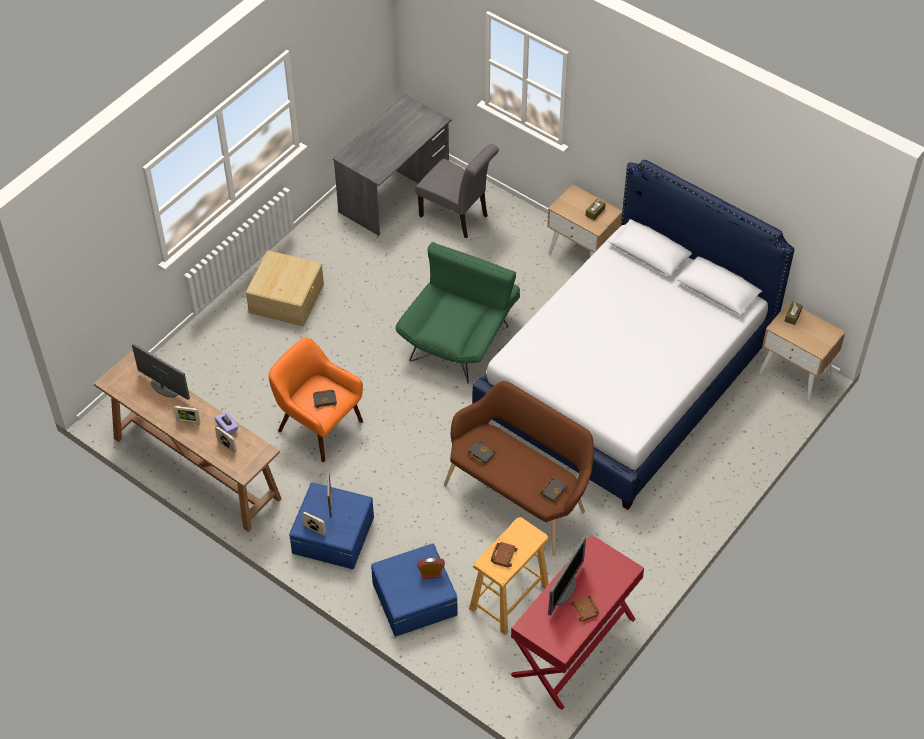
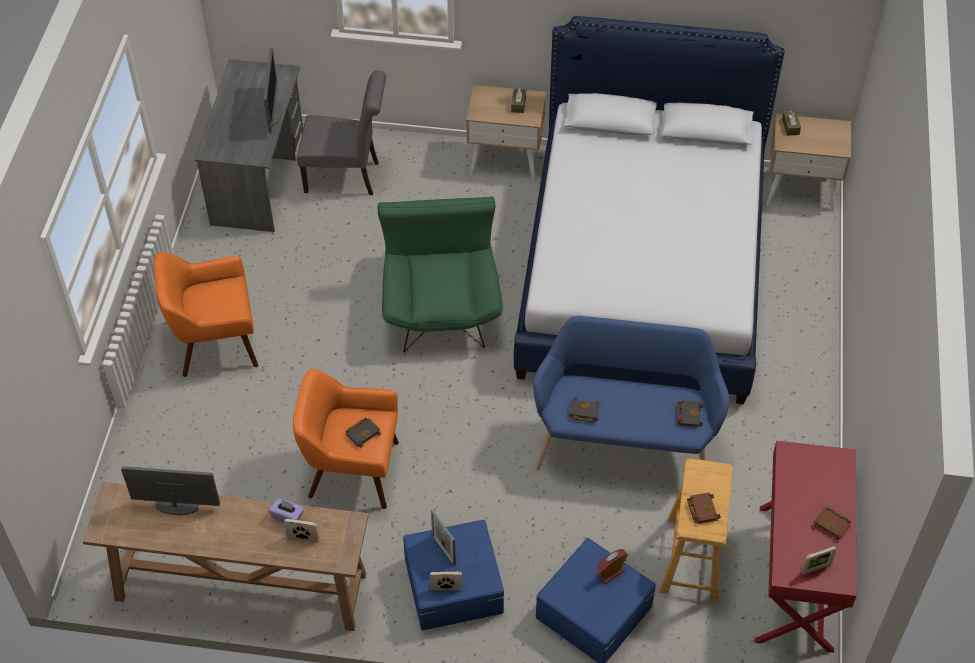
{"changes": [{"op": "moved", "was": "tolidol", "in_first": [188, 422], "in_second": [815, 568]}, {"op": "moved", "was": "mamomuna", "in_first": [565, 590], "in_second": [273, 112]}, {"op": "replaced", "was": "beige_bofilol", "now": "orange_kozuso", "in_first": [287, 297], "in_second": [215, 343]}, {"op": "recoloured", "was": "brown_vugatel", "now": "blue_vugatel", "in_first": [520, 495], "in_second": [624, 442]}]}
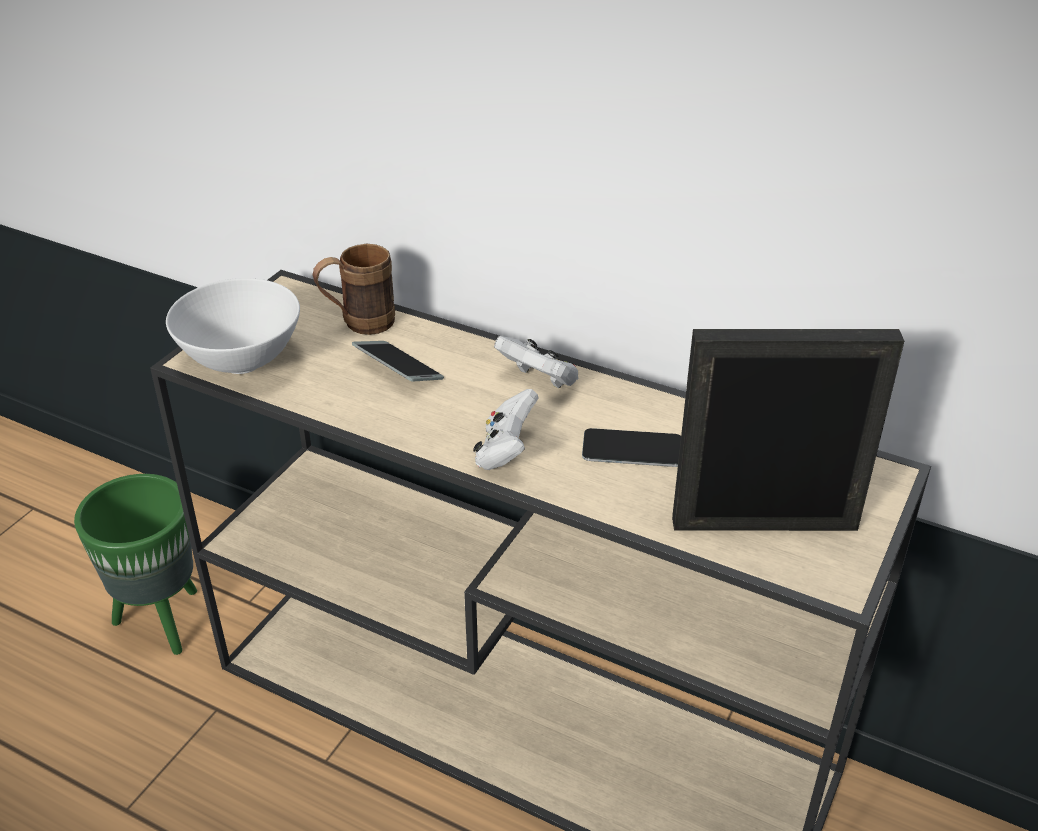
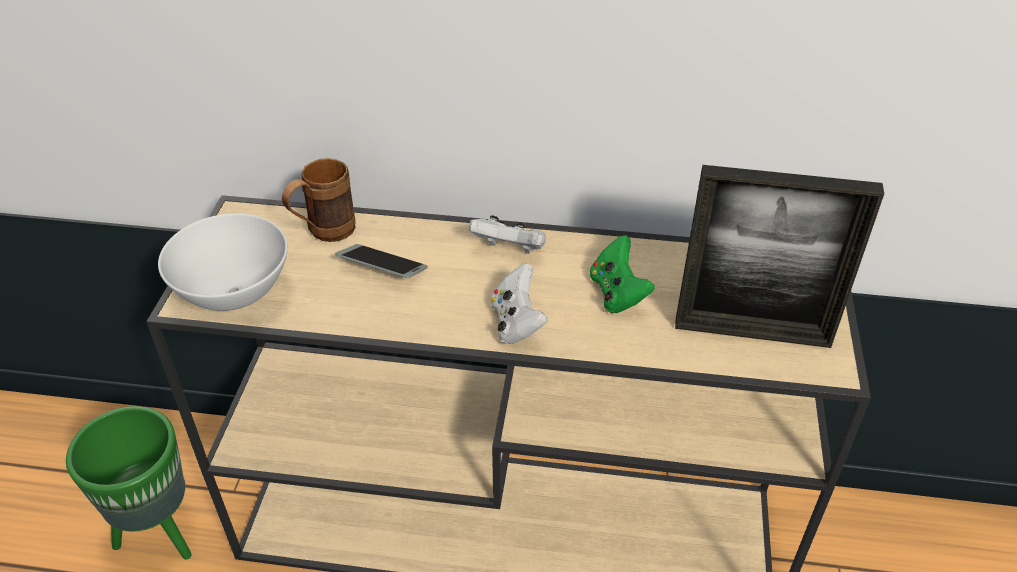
{"changes": [{"op": "replaced", "was": "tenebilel", "now": "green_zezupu", "in_first": [632, 449], "in_second": [617, 293]}, {"op": "turned", "was": "tolidol", "in_first": [764, 524], "in_second": [752, 332], "clockwise": -150}]}
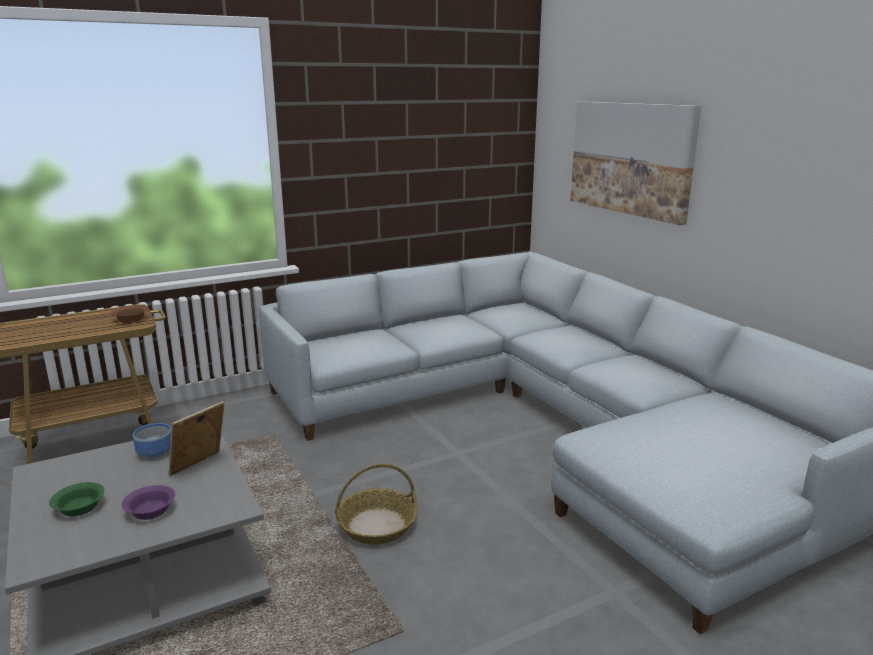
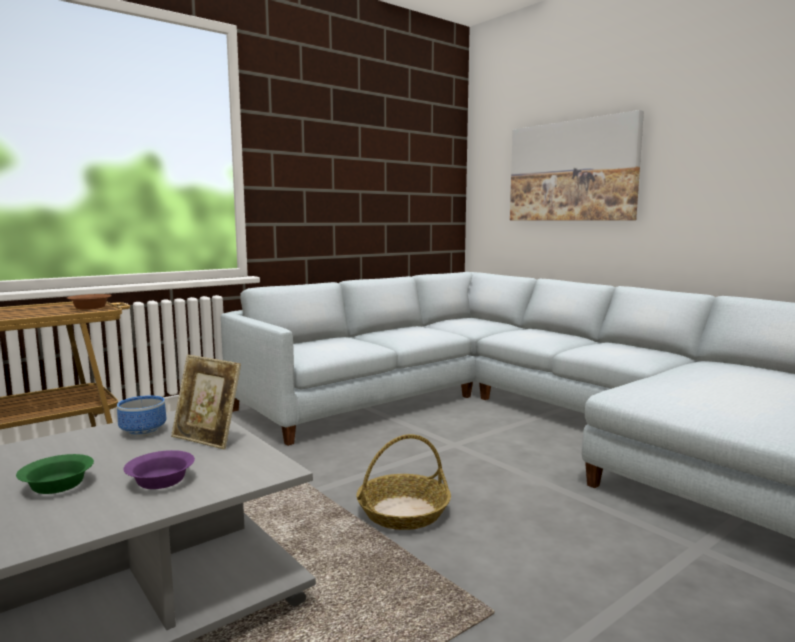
{"changes": [{"op": "turned", "was": "tolidol", "in_first": [200, 467], "in_second": [207, 439], "clockwise": -90}]}
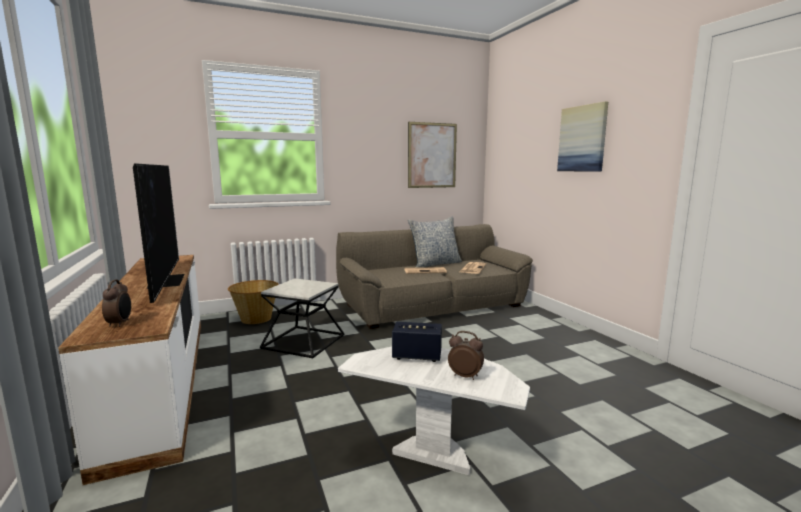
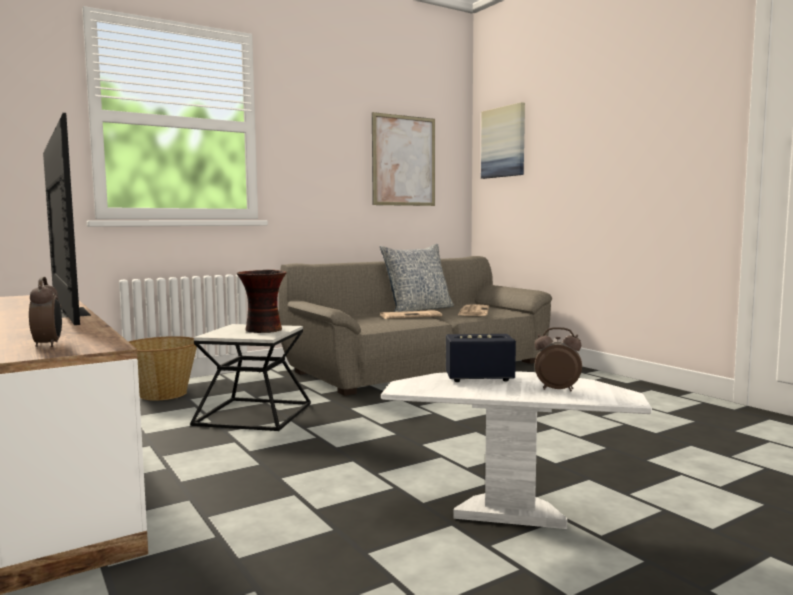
{"changes": [{"op": "added", "now": "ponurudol", "in_second": [263, 330]}, {"op": "moved", "was": "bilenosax", "in_first": [582, 139], "in_second": [503, 142]}]}
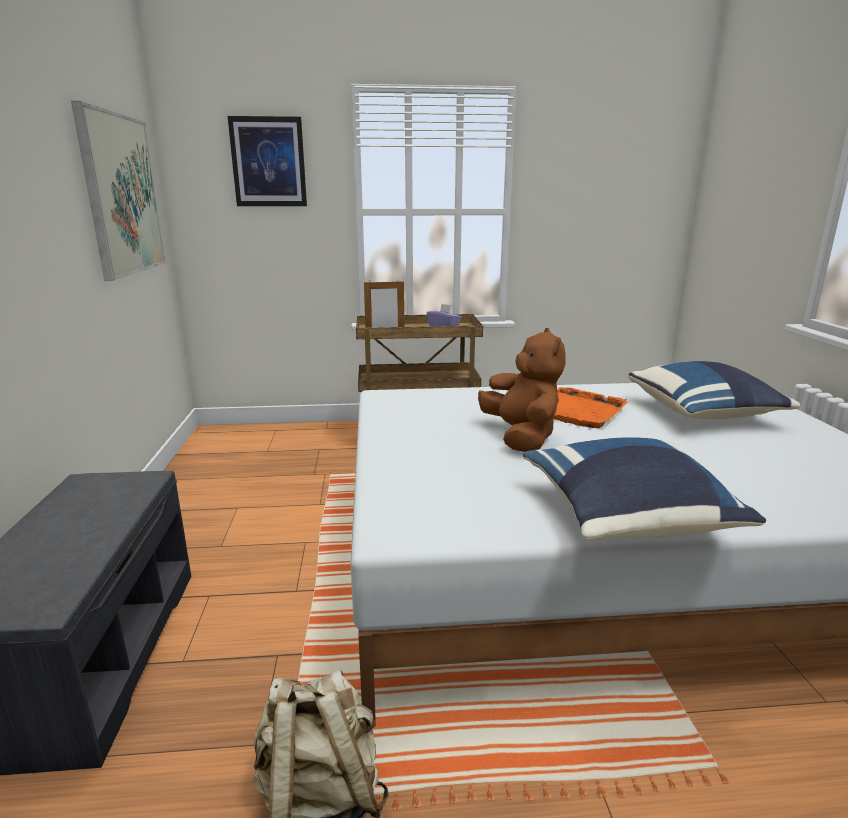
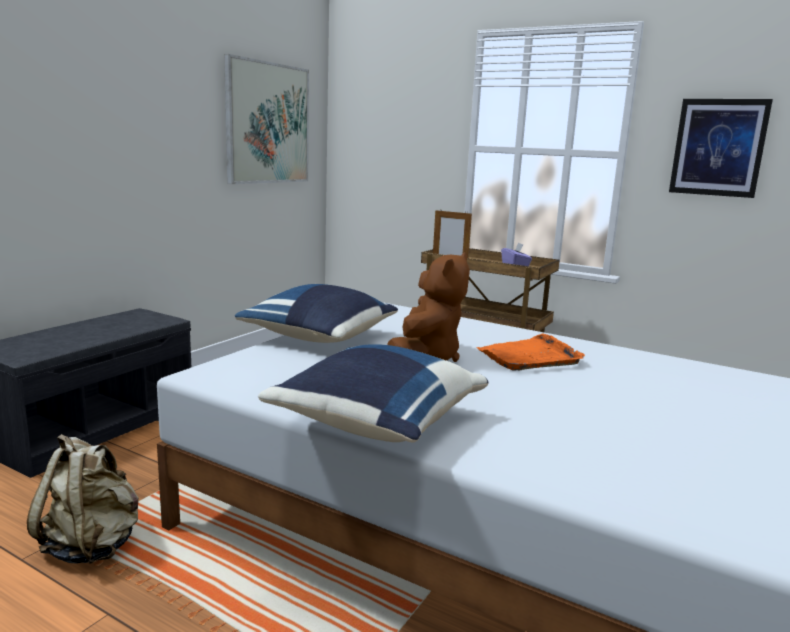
{"changes": [{"op": "moved", "was": "bilenosax", "in_first": [268, 162], "in_second": [718, 147]}, {"op": "moved", "was": "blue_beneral", "in_first": [704, 414], "in_second": [320, 338]}]}
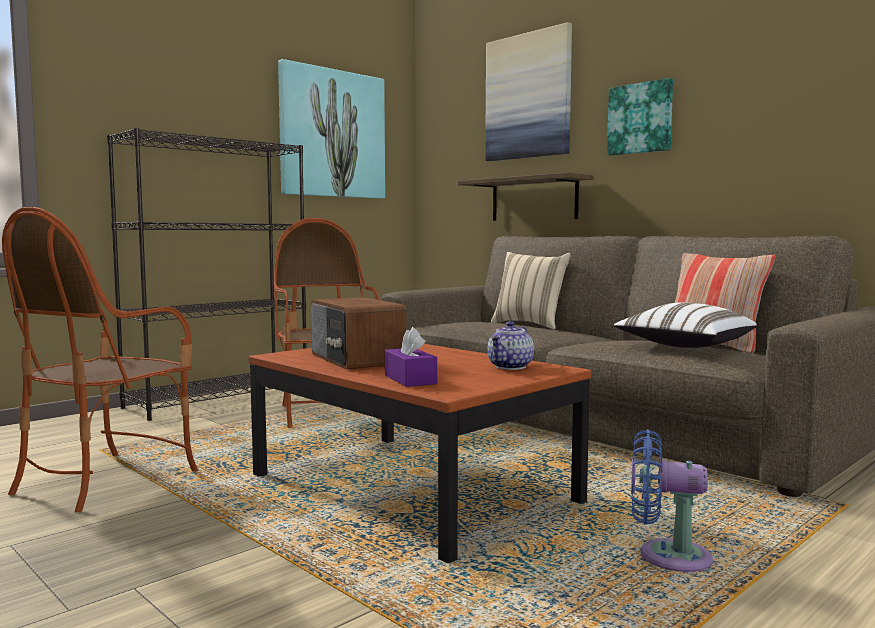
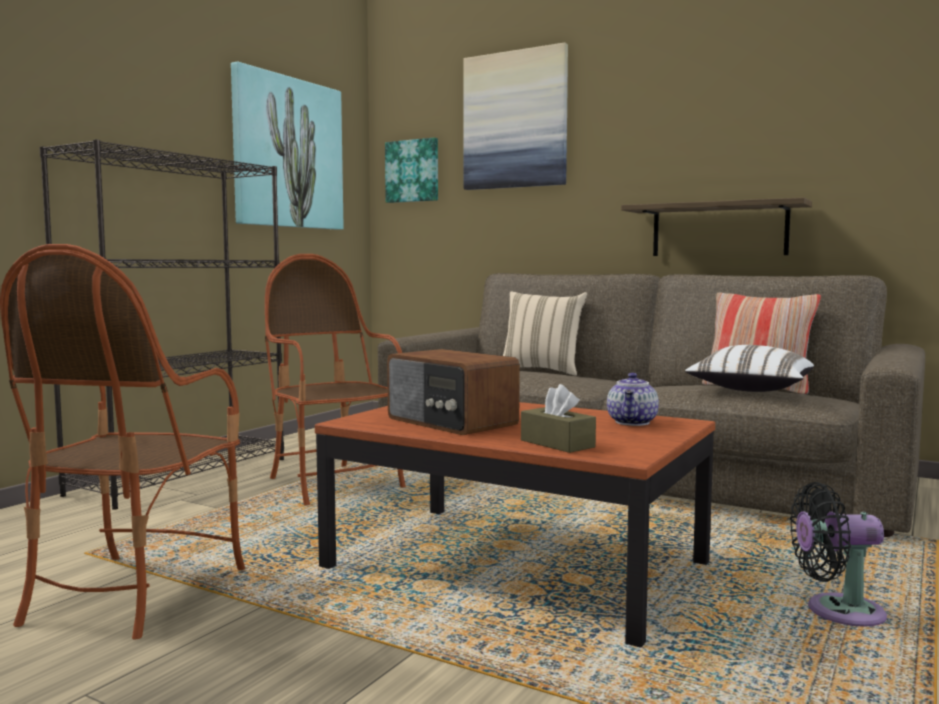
{"changes": [{"op": "moved", "was": "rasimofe", "in_first": [534, 199], "in_second": [719, 230]}, {"op": "moved", "was": "bilenosax", "in_first": [640, 118], "in_second": [413, 171]}, {"op": "recoloured", "was": "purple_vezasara", "now": "brown_vezasara", "in_first": [410, 379], "in_second": [557, 443]}, {"op": "recoloured", "was": "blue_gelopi", "now": "black_gelopi", "in_first": [666, 557], "in_second": [837, 612]}]}
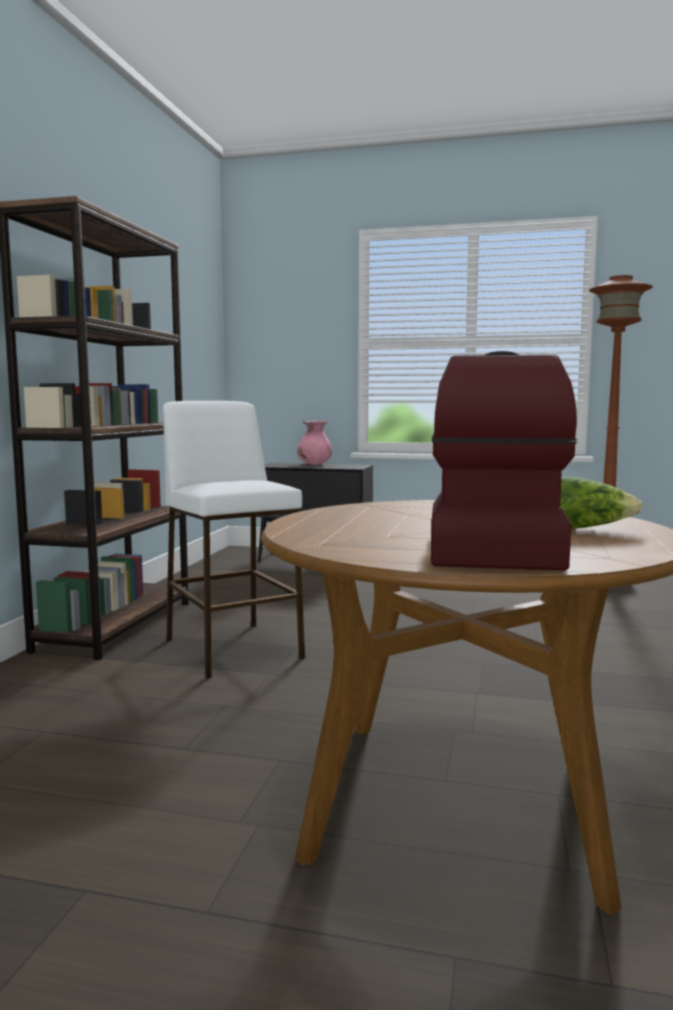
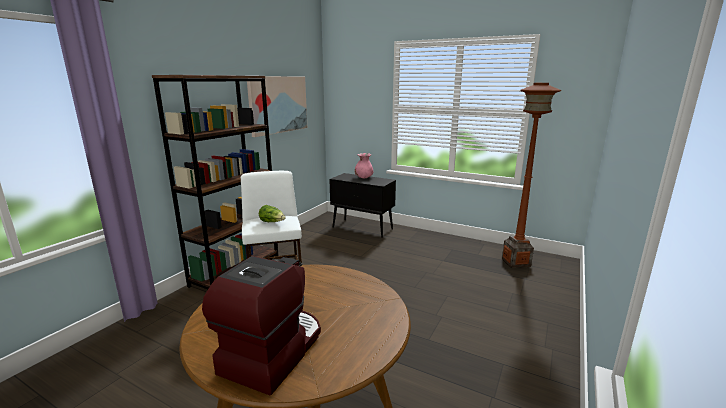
{"changes": [{"op": "added", "now": "bilenosax", "in_second": [278, 104]}, {"op": "moved", "was": "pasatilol", "in_first": [584, 529], "in_second": [272, 222]}]}
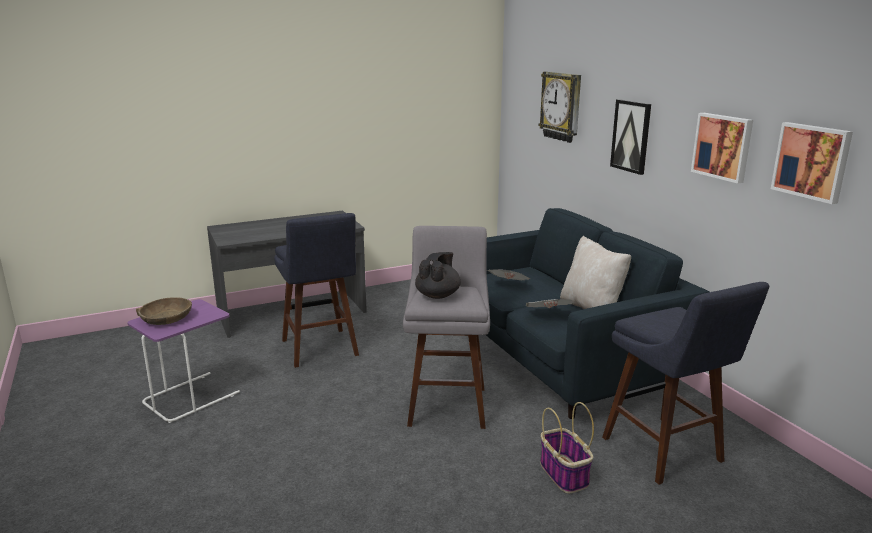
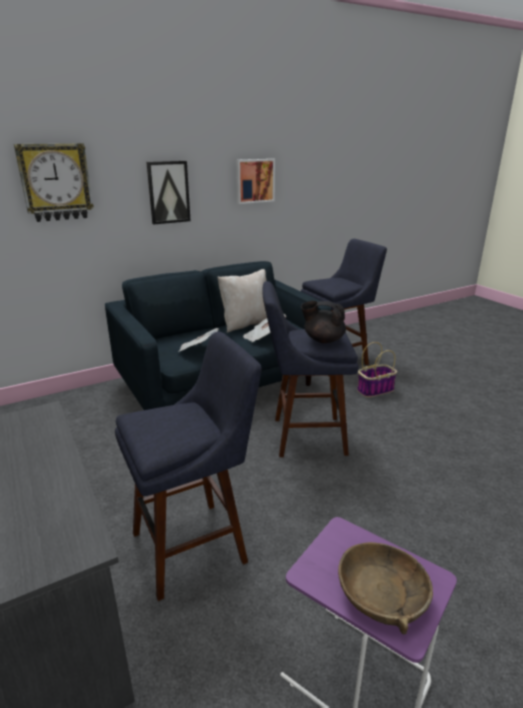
{"changes": [{"op": "removed", "was": "bilenosax", "in_first": [812, 161]}, {"op": "recoloured", "was": "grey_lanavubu", "now": "blue_lanavubu", "in_first": [447, 402], "in_second": [303, 436]}]}
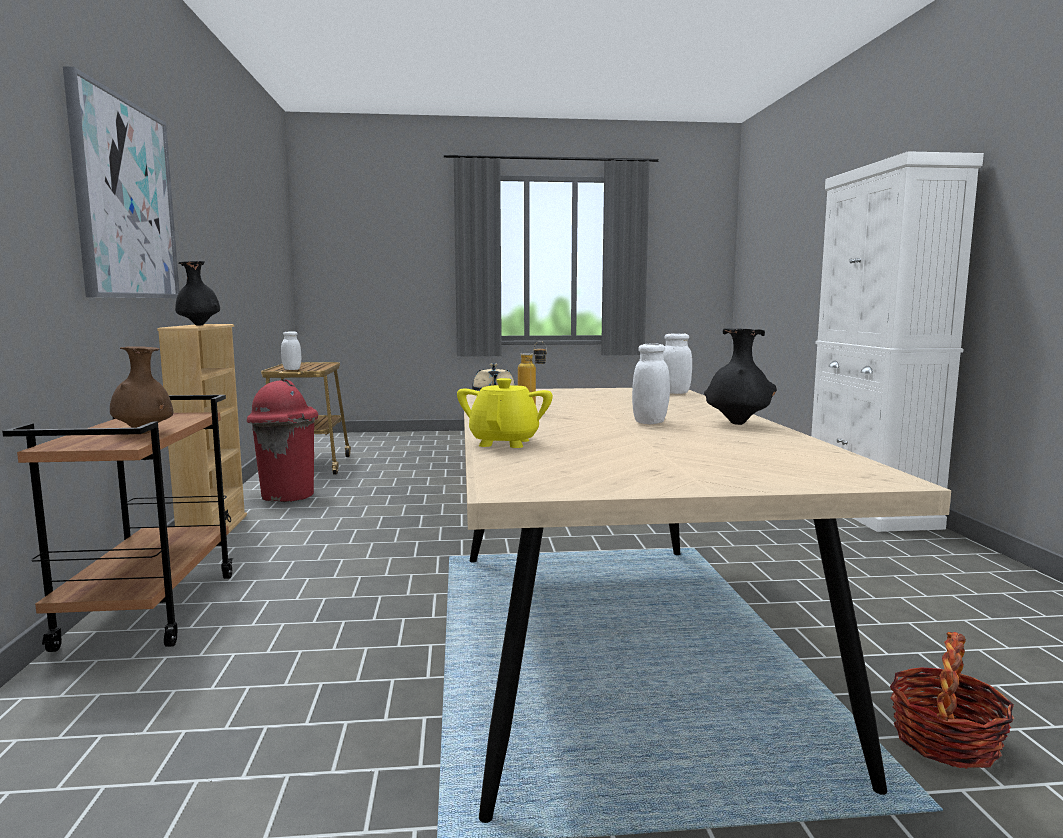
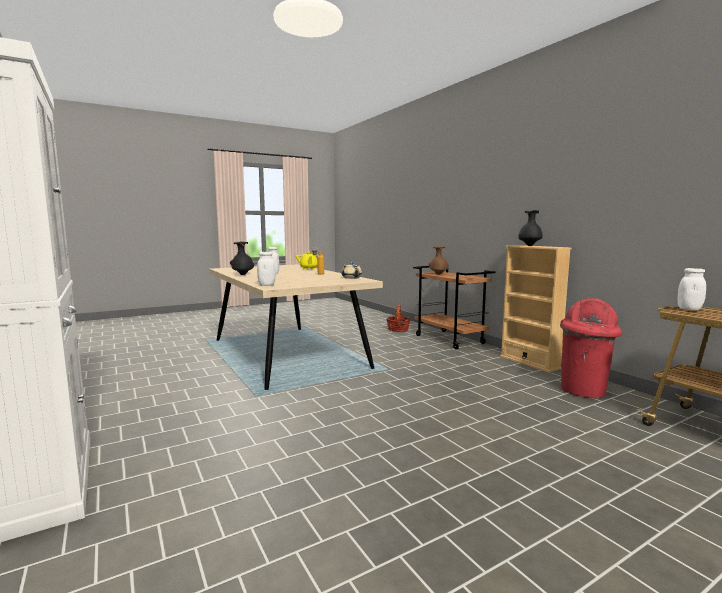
{"changes": [{"op": "removed", "was": "bilenosax", "in_first": [125, 200]}, {"op": "moved", "was": "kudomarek", "in_first": [945, 741], "in_second": [398, 329]}]}
